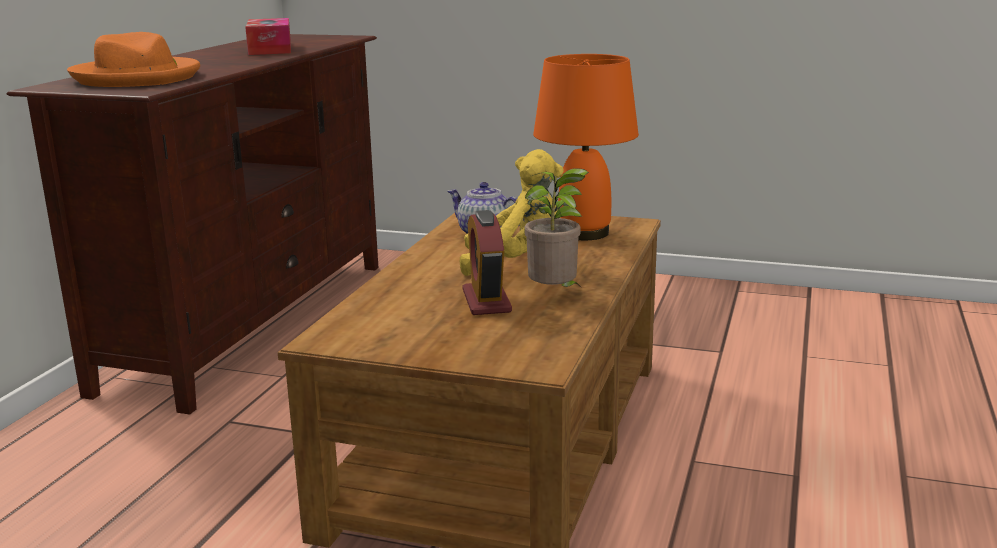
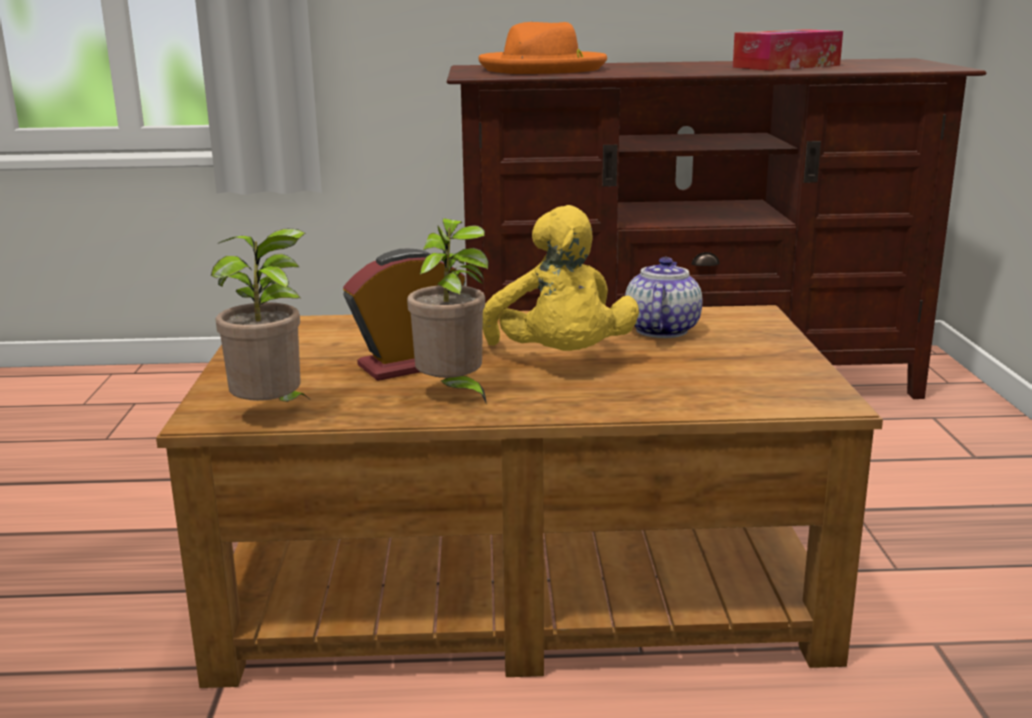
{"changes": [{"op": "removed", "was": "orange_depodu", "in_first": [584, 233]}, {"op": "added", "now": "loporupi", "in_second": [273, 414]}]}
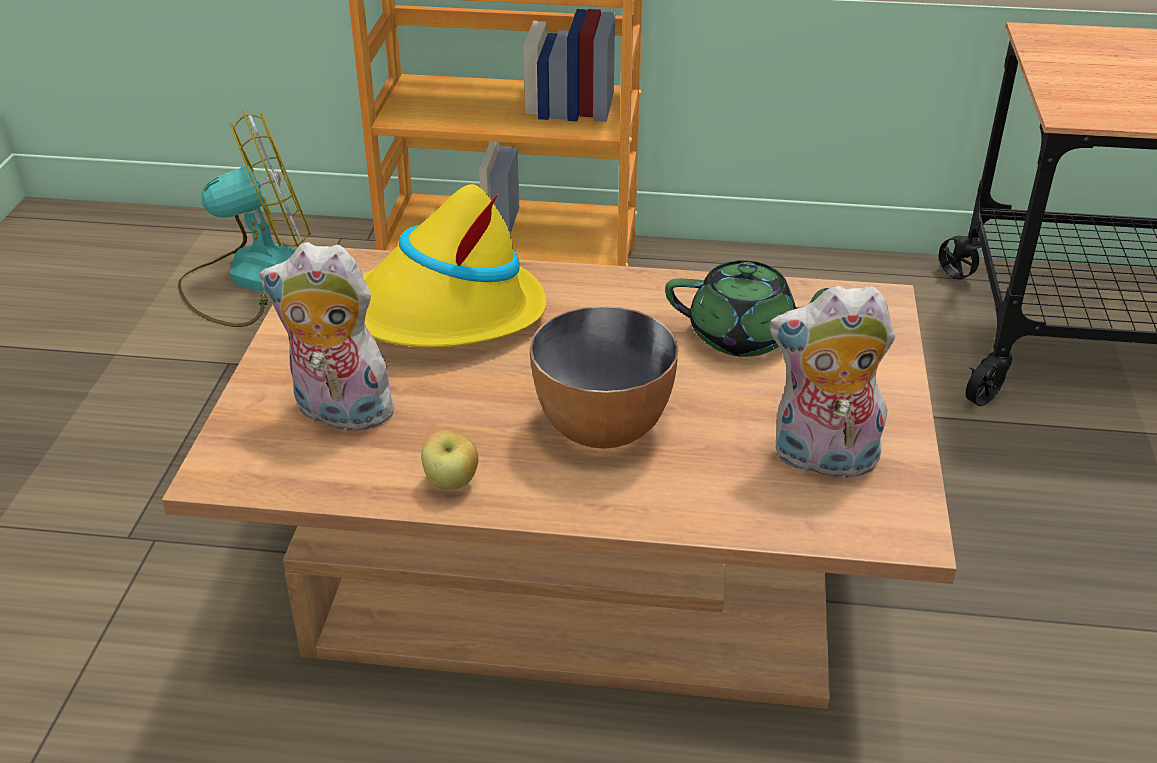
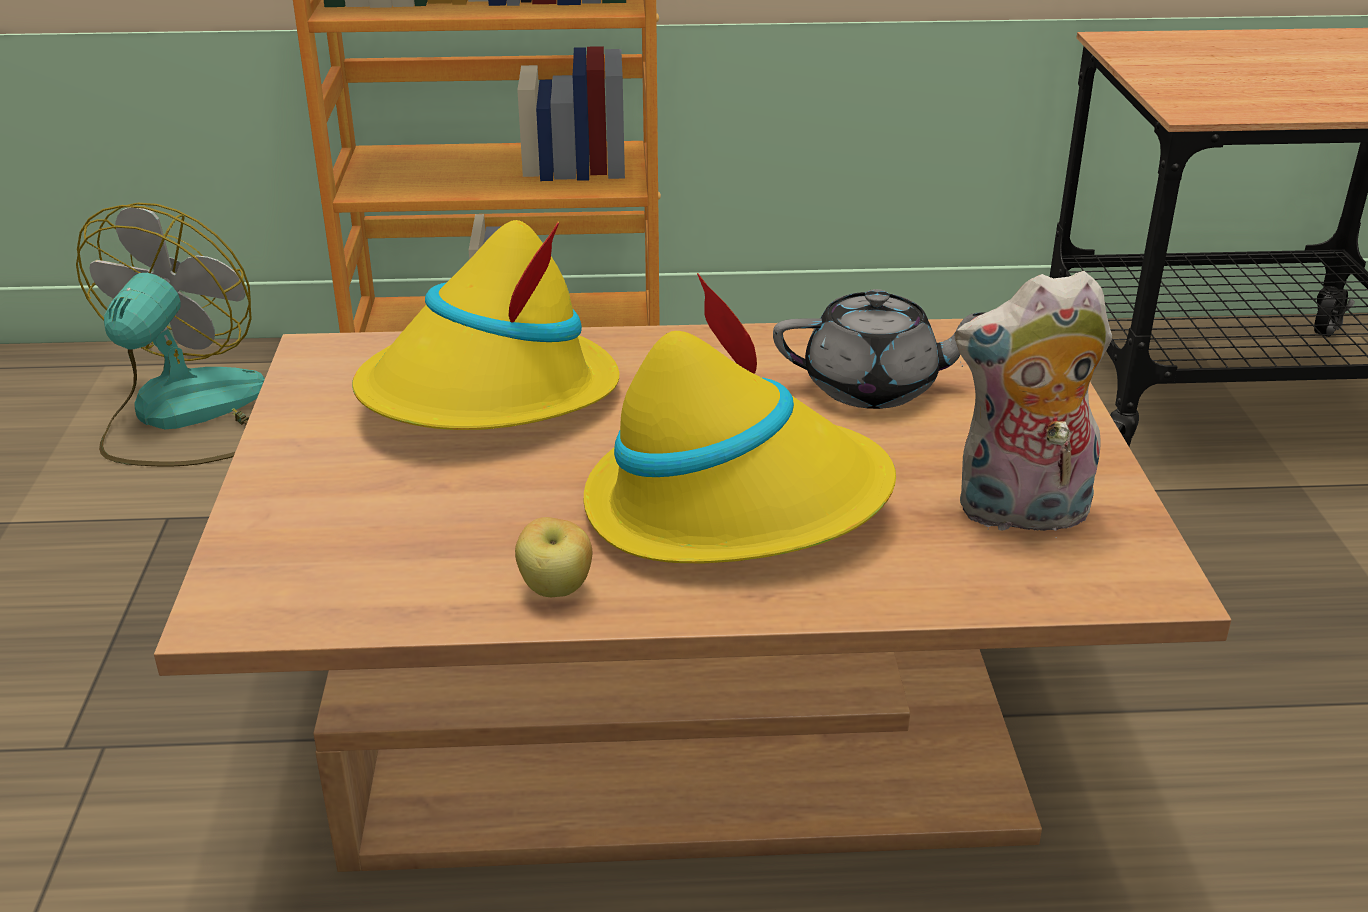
{"changes": [{"op": "removed", "was": "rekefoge", "in_first": [338, 413]}, {"op": "replaced", "was": "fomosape", "now": "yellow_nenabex", "in_first": [604, 428], "in_second": [735, 505]}, {"op": "recoloured", "was": "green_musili", "now": "grey_musili", "in_first": [744, 336], "in_second": [874, 387]}, {"op": "turned", "was": "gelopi", "in_first": [253, 279], "in_second": [182, 416], "clockwise": -45}]}
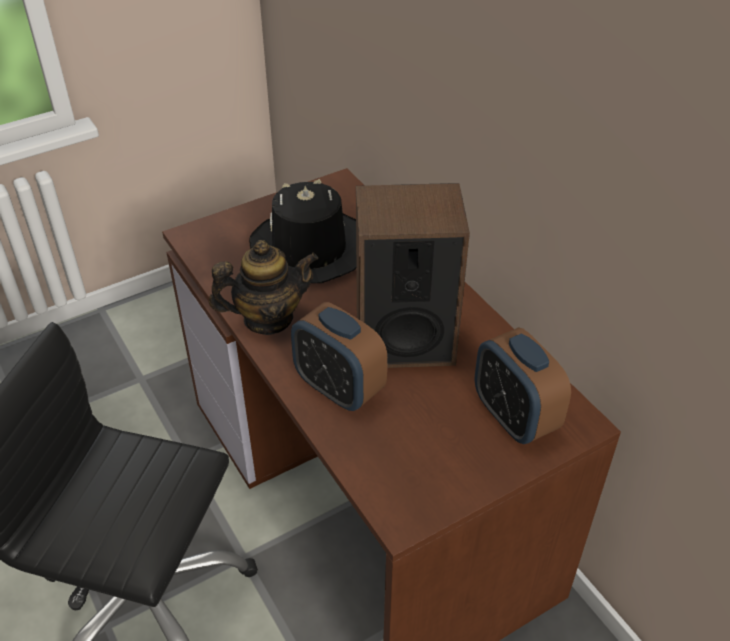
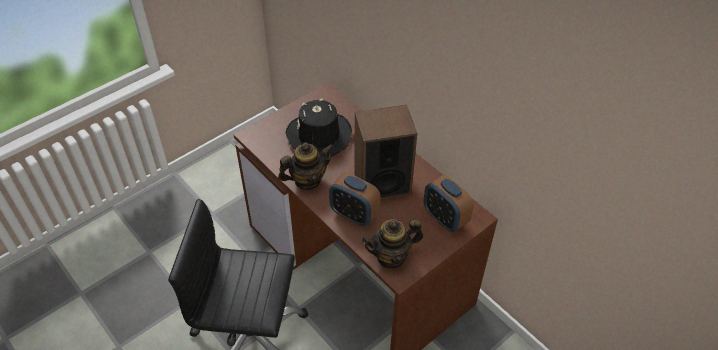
{"changes": [{"op": "added", "now": "musili", "in_second": [391, 257]}]}
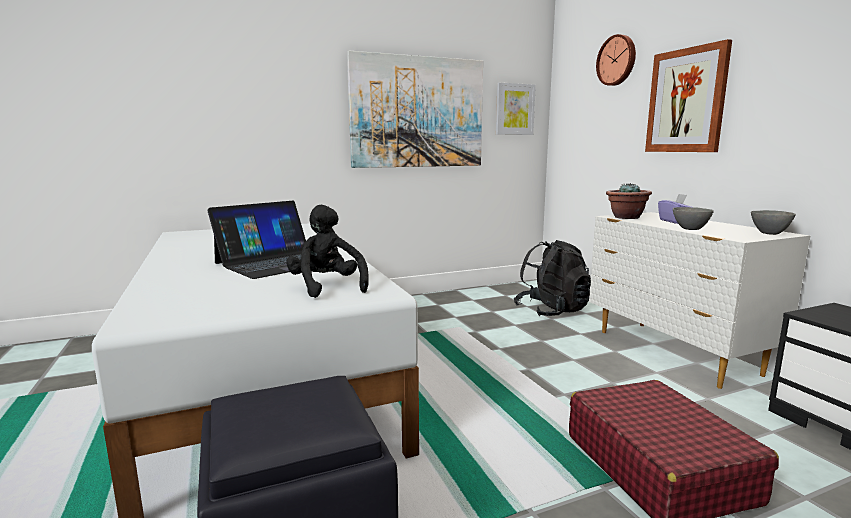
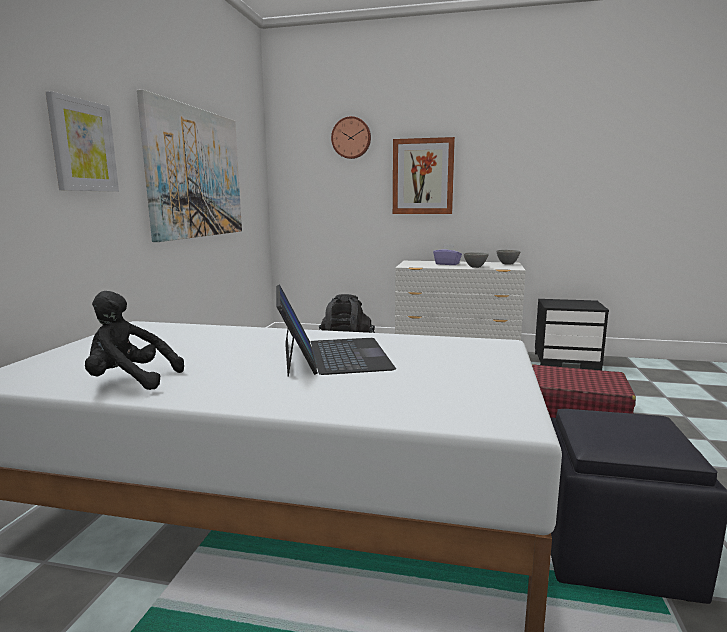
{"changes": [{"op": "removed", "was": "loporupi", "in_first": [626, 217]}, {"op": "moved", "was": "black_rekefoge", "in_first": [327, 287], "in_second": [130, 381]}, {"op": "moved", "was": "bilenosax", "in_first": [514, 109], "in_second": [82, 146]}]}
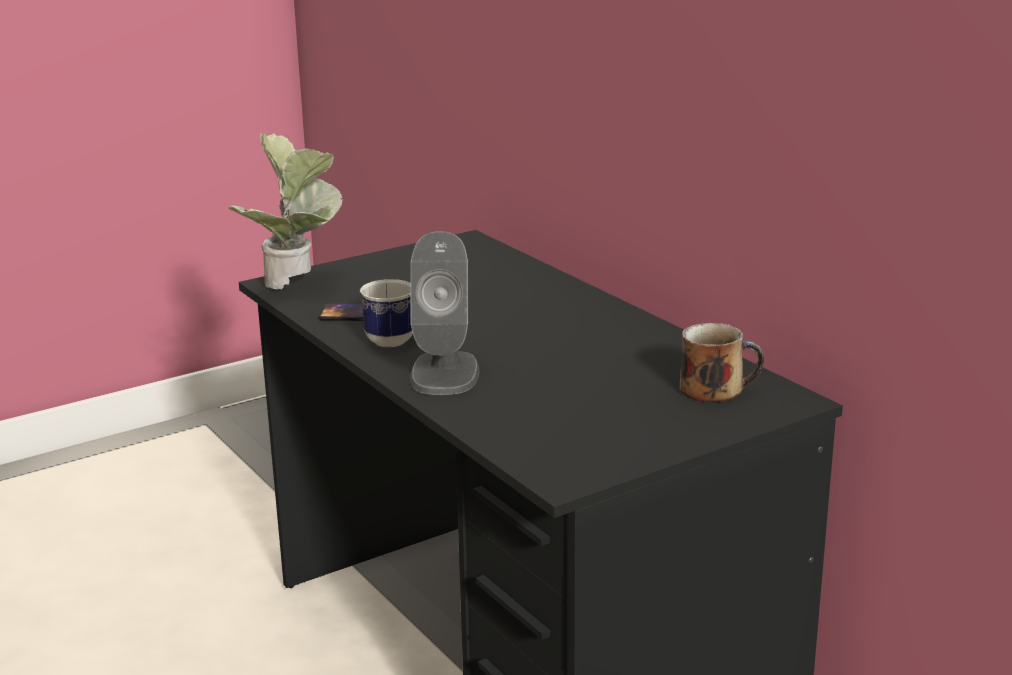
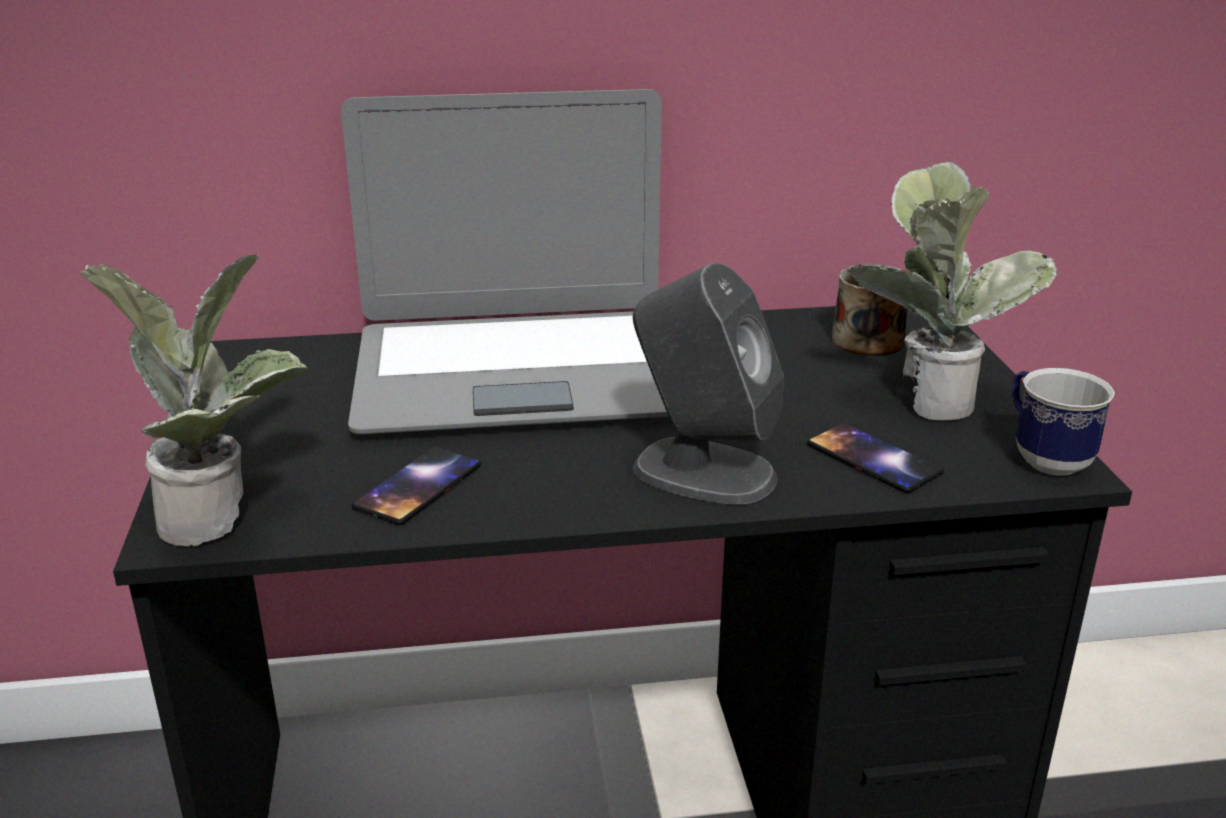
{"changes": [{"op": "added", "now": "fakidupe", "in_second": [518, 373]}, {"op": "added", "now": "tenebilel", "in_second": [873, 459]}, {"op": "added", "now": "loporupi", "in_second": [928, 396]}, {"op": "moved", "was": "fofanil", "in_first": [395, 338], "in_second": [1043, 457]}]}
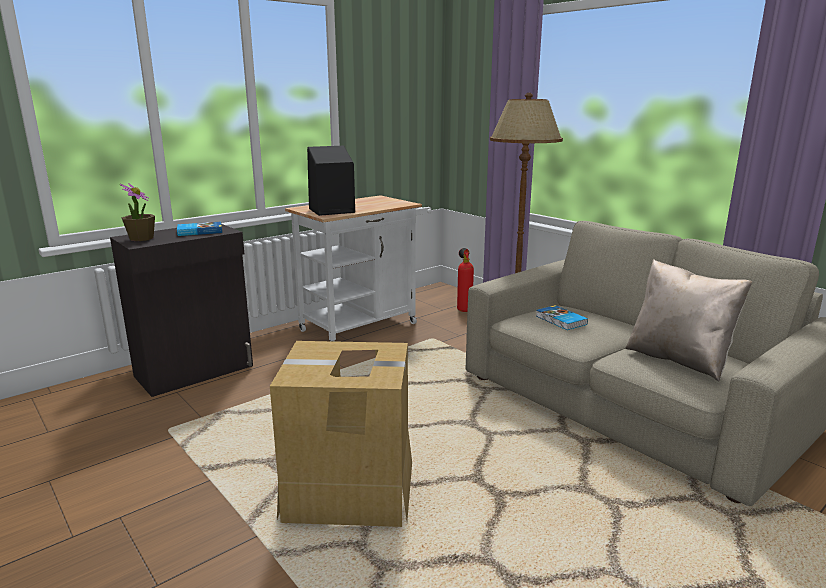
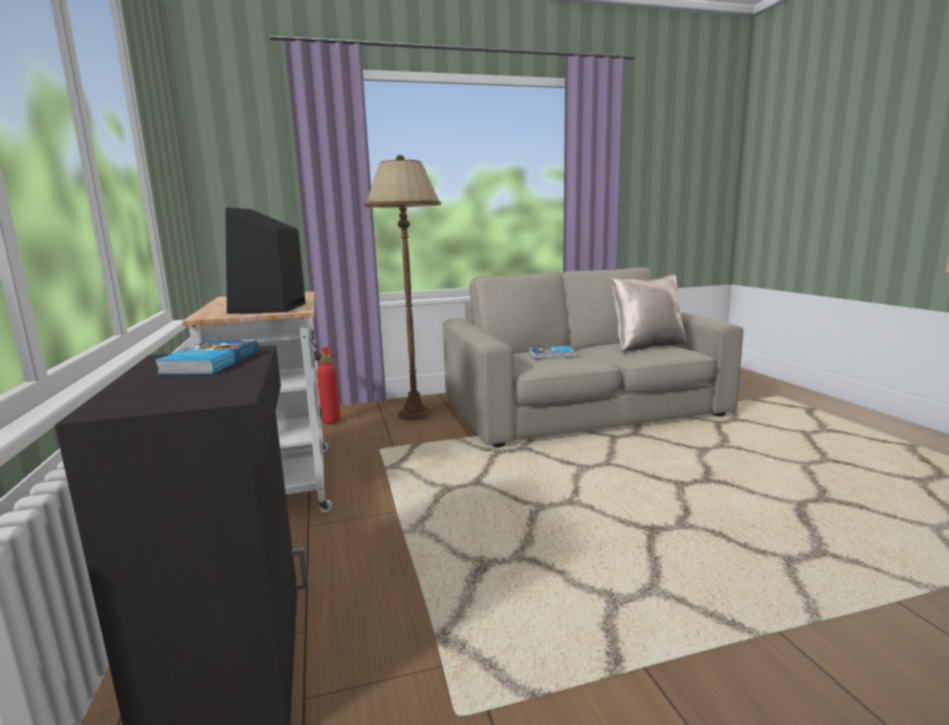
{"changes": [{"op": "removed", "was": "loporupi", "in_first": [141, 238]}, {"op": "removed", "was": "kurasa", "in_first": [349, 491]}]}
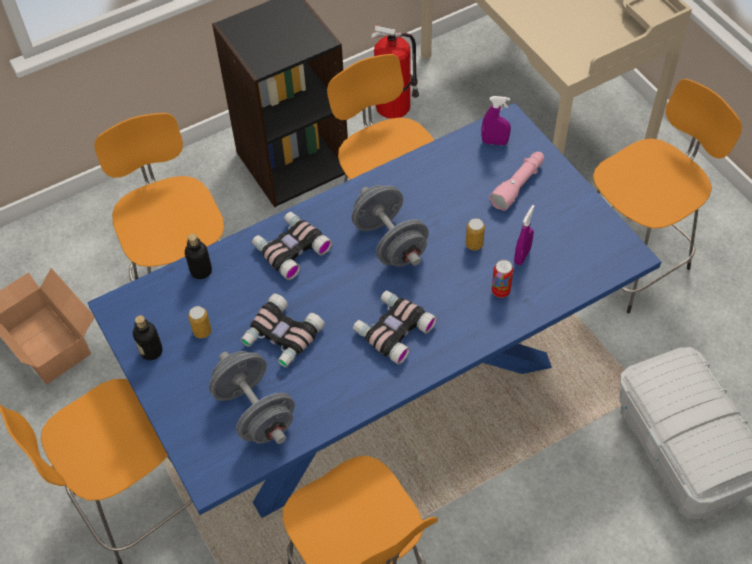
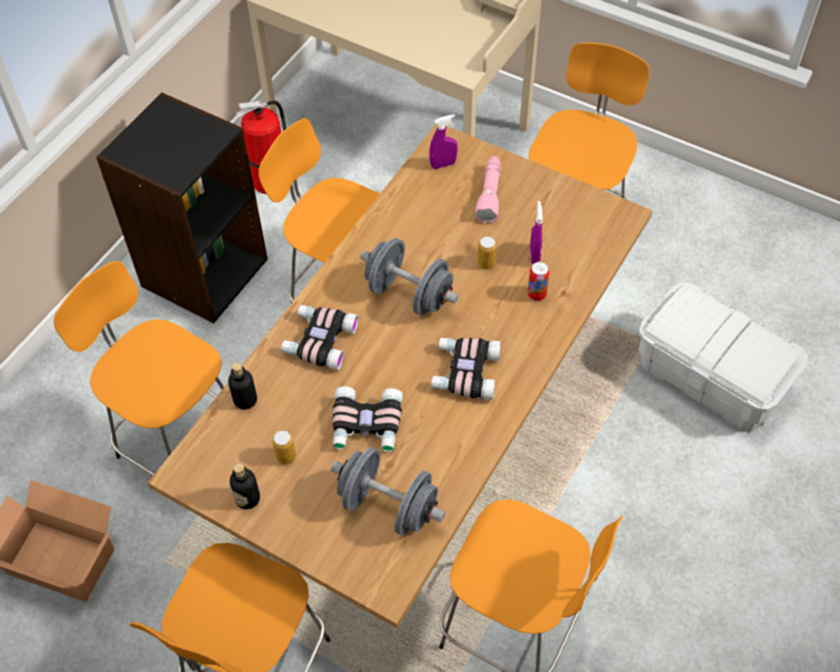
{"changes": [{"op": "recoloured", "was": "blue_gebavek", "now": "brown_gebavek", "in_first": [379, 385], "in_second": [420, 444]}]}
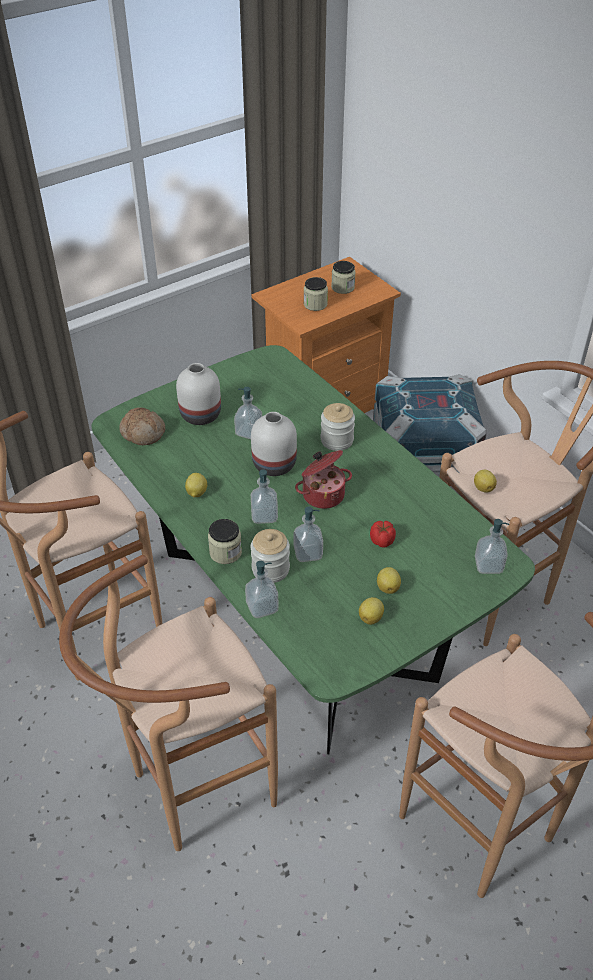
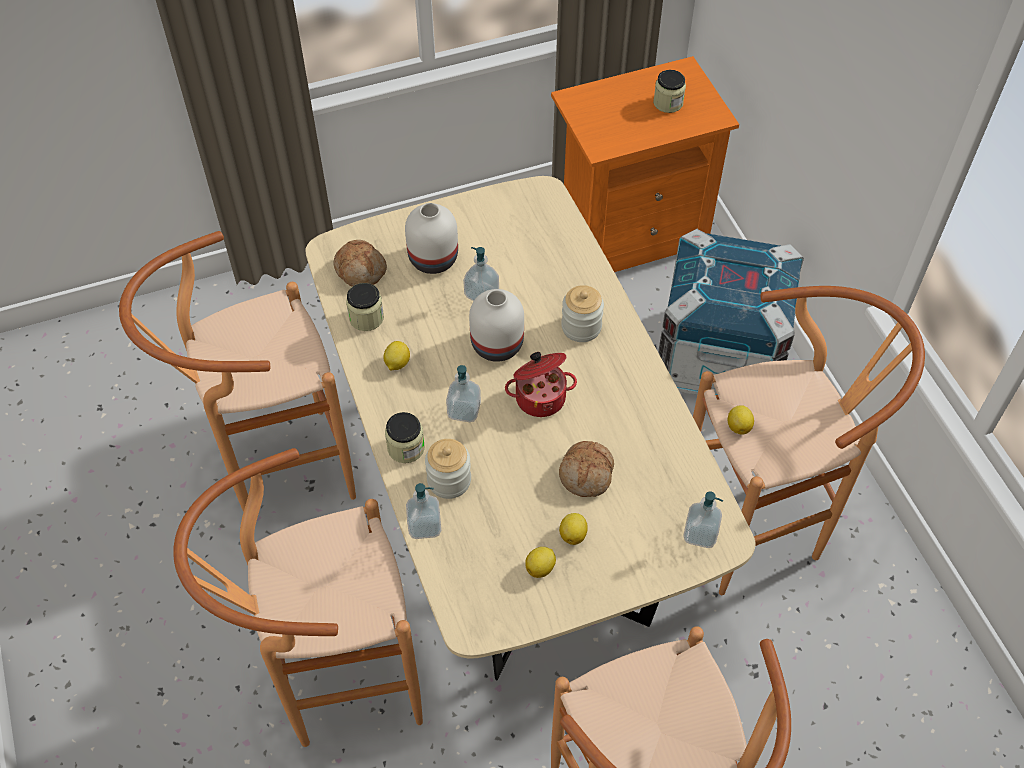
{"changes": [{"op": "removed", "was": "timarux", "in_first": [308, 553]}, {"op": "moved", "was": "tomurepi", "in_first": [315, 304], "in_second": [366, 318]}, {"op": "replaced", "was": "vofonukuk", "now": "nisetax", "in_first": [382, 541], "in_second": [587, 474]}, {"op": "recoloured", "was": "green_gebavek", "now": "beige_gebavek", "in_first": [295, 616], "in_second": [510, 505]}]}
